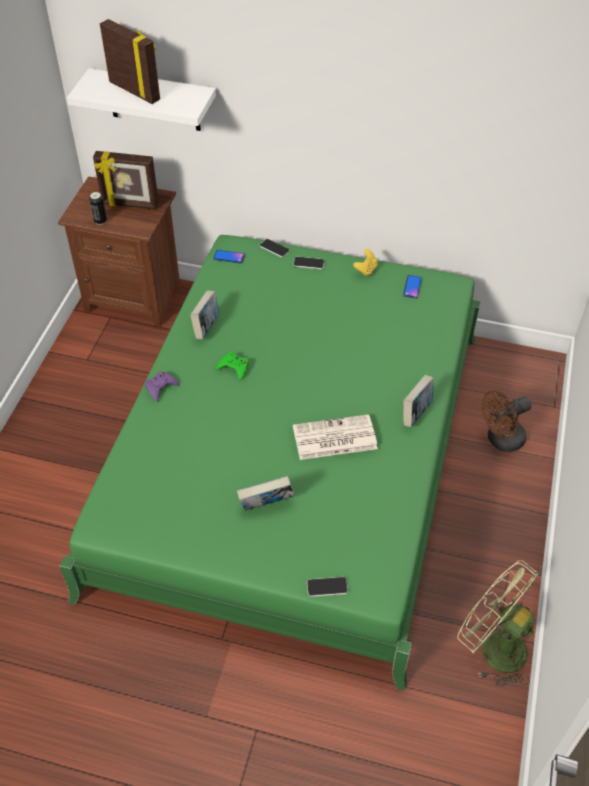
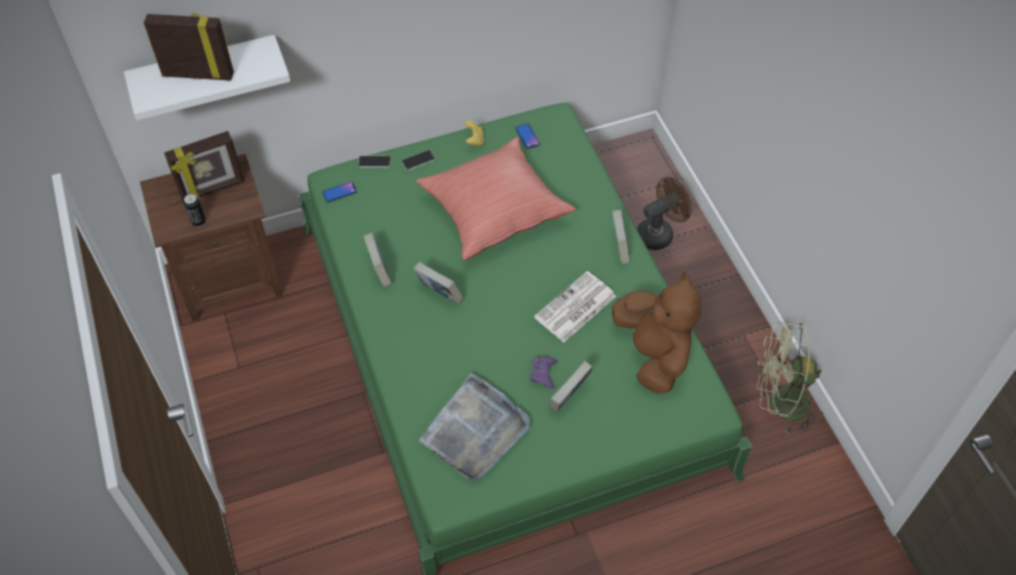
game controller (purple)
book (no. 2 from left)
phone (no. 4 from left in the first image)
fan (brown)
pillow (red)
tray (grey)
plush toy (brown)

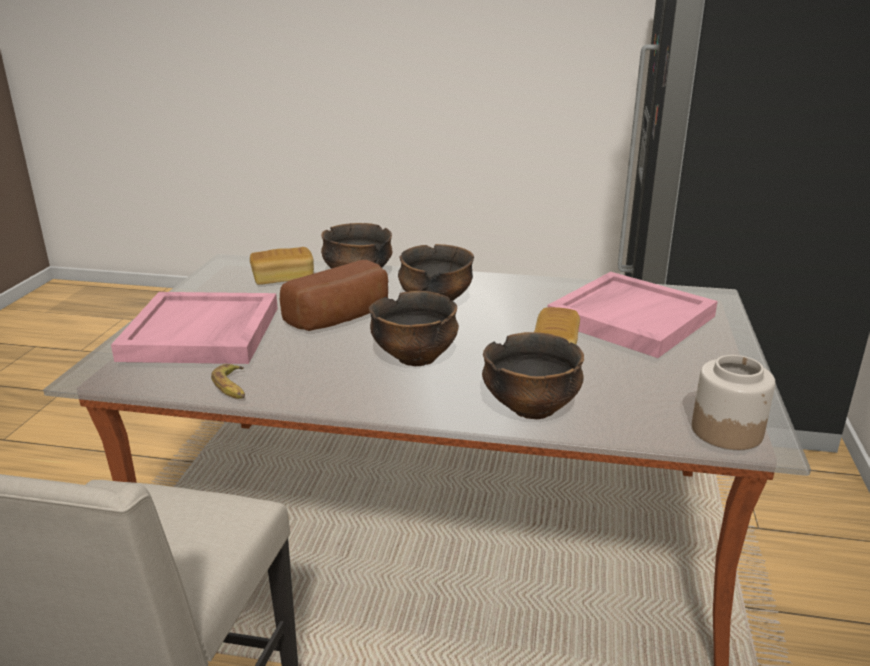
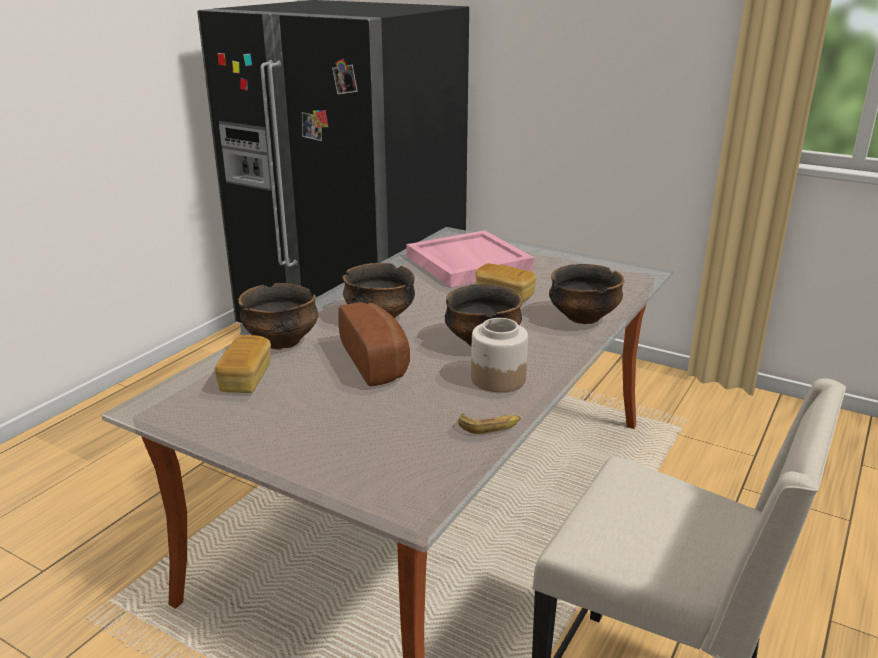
tray (pink) (no. 1 from left in the first image)
jar

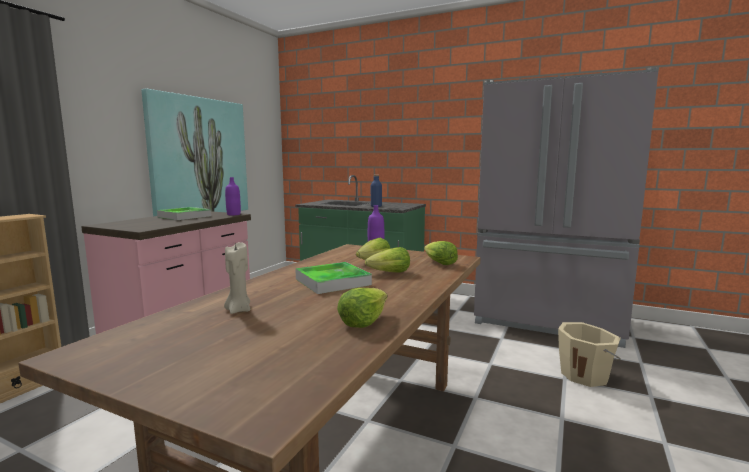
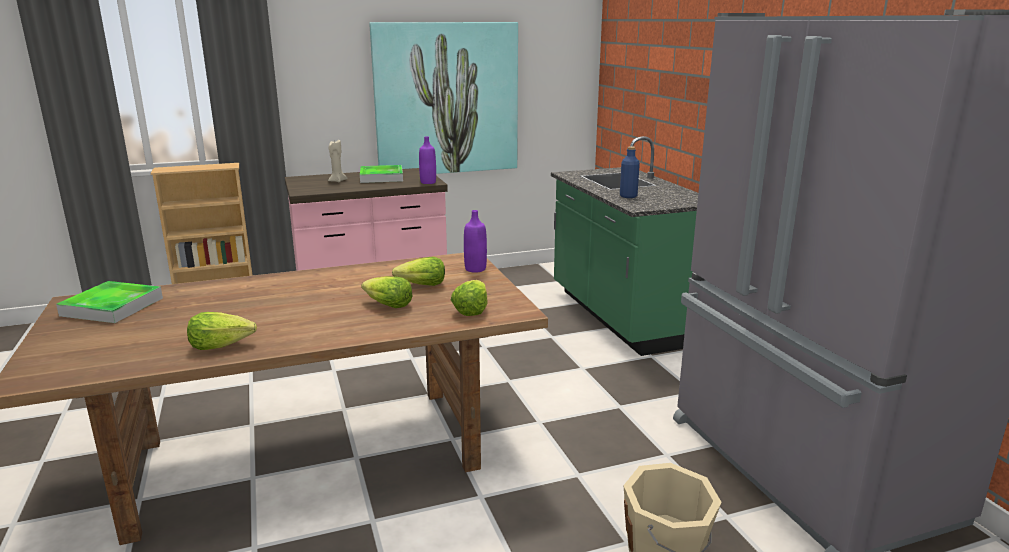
candle (beige)
tray (no. 1 from left)

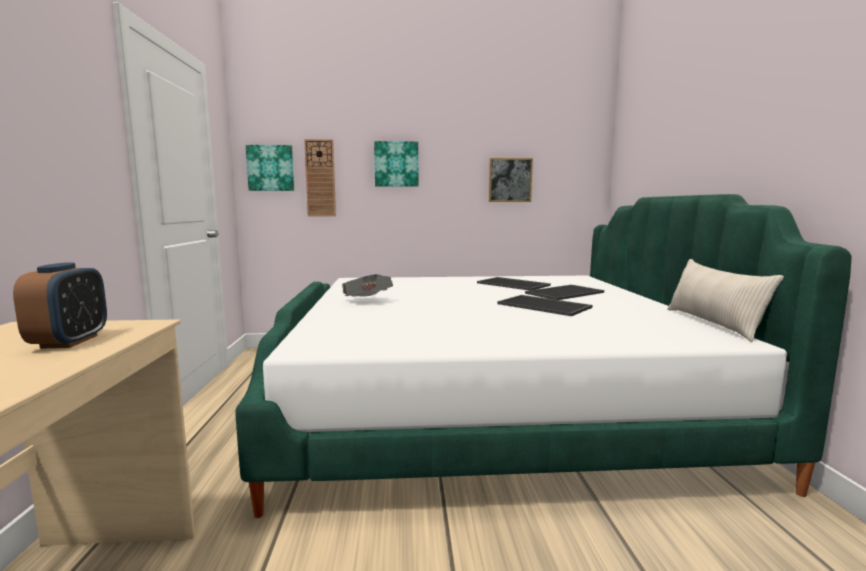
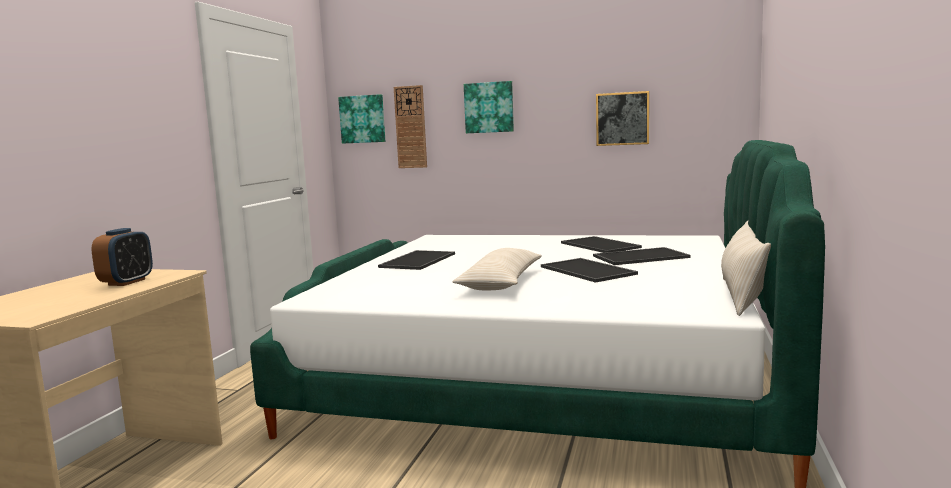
tray (no. 1 from left)
pillow (beige) (no. 1 from left)

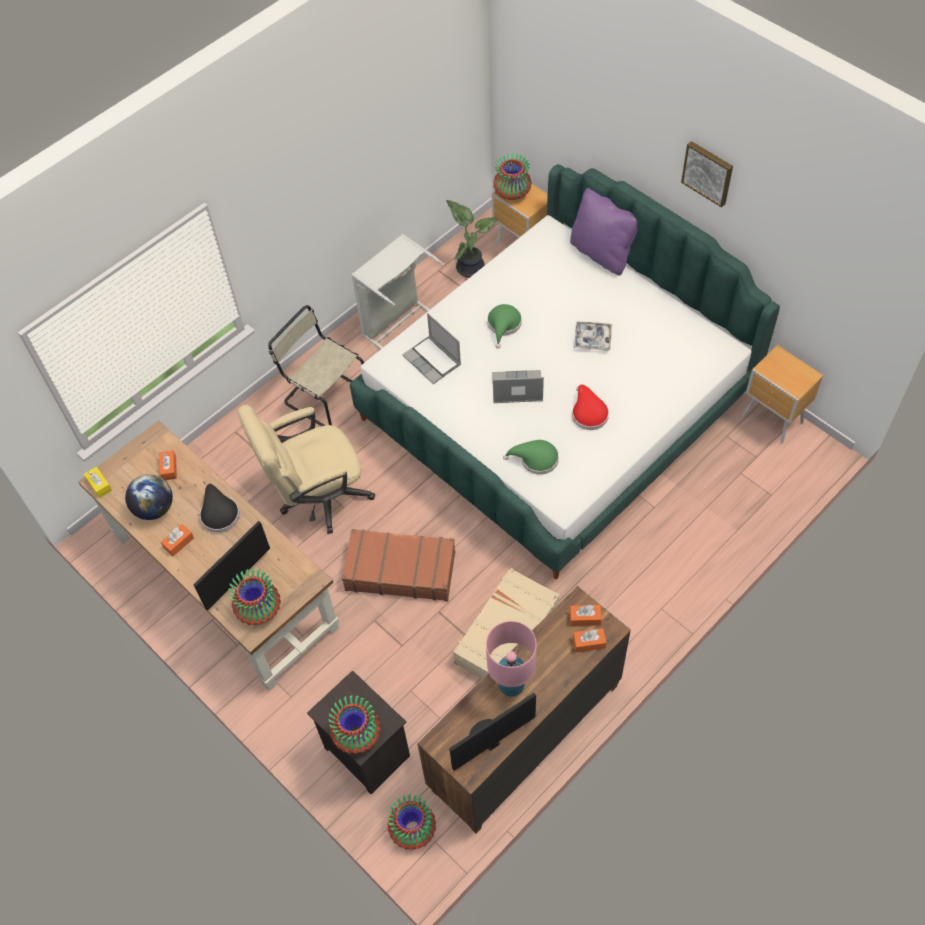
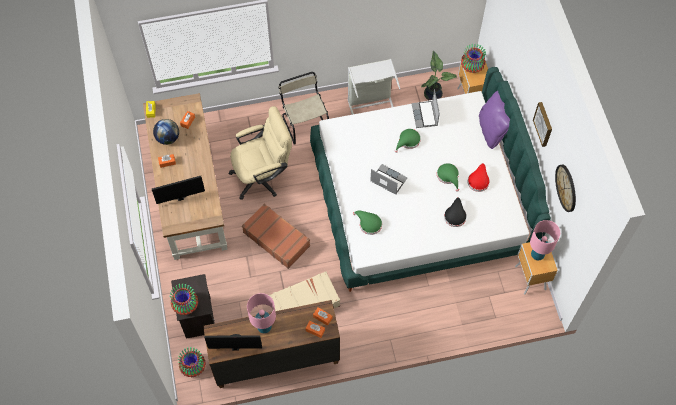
hat (black)
vase (no. 1 from left in the first image)
office chair (beige)
laptop (no. 2 from left)
hat (red)
hat (green) (no. 3 from left)
table lamp (pink) (no. 2 from left)
wall clock

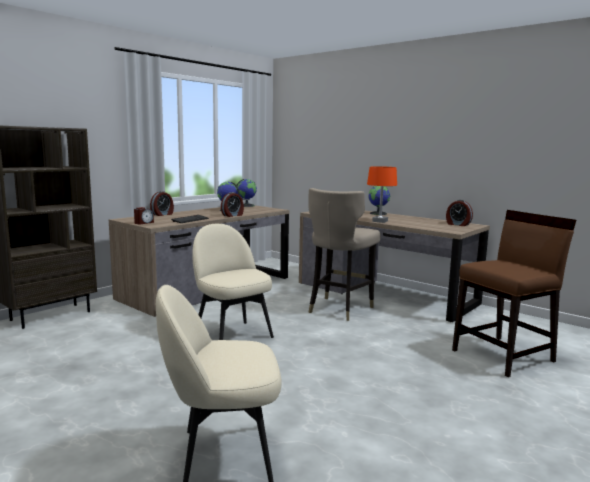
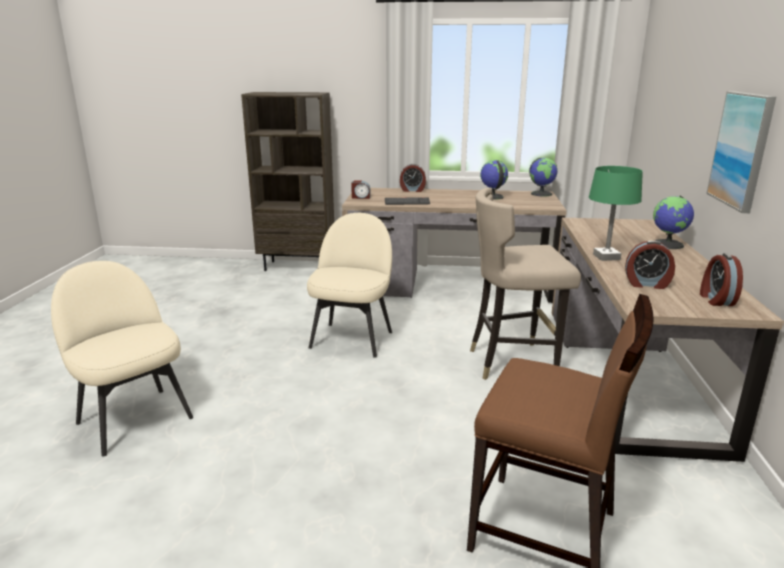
alarm clock (no. 3 from left)
table lamp (green)
picture

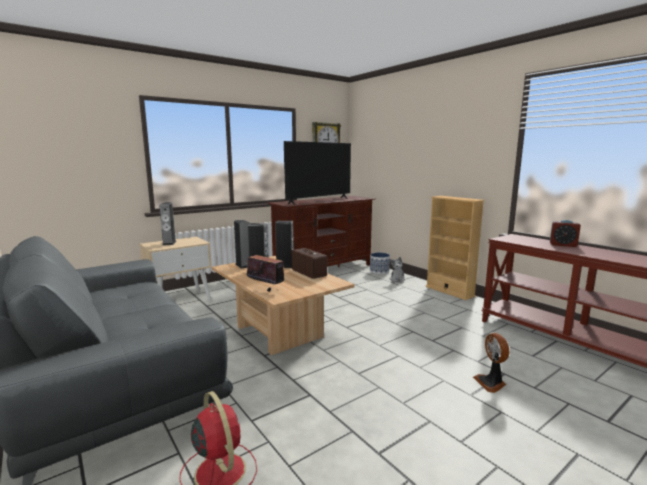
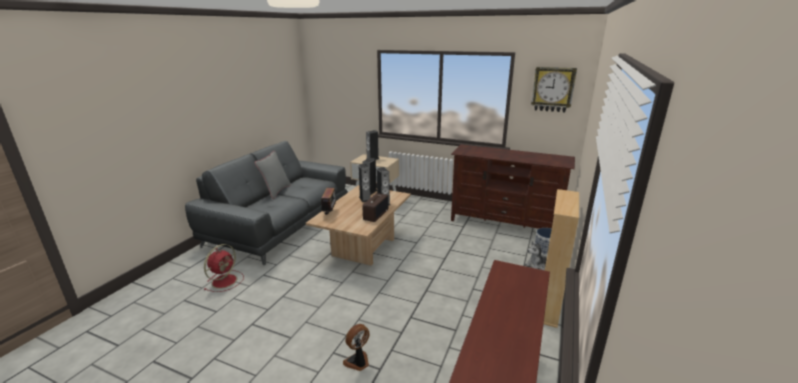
television
alarm clock
pillow (grey)

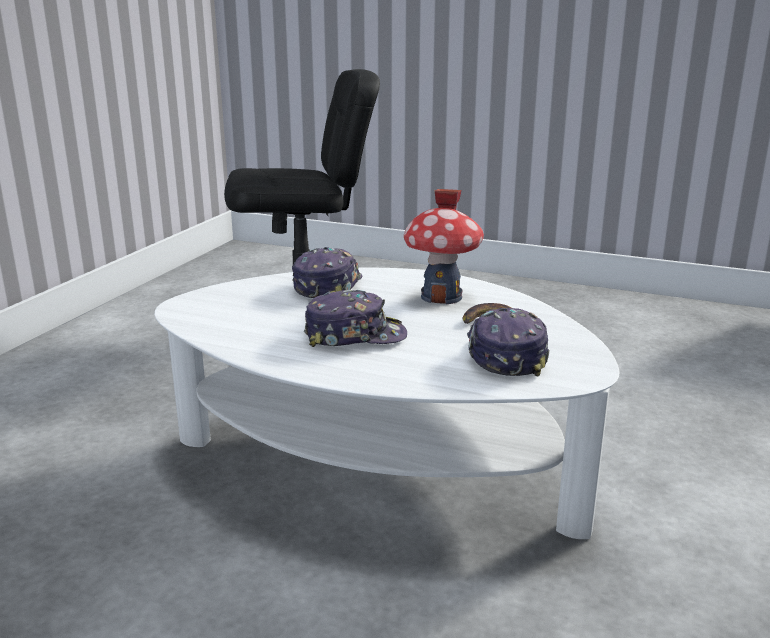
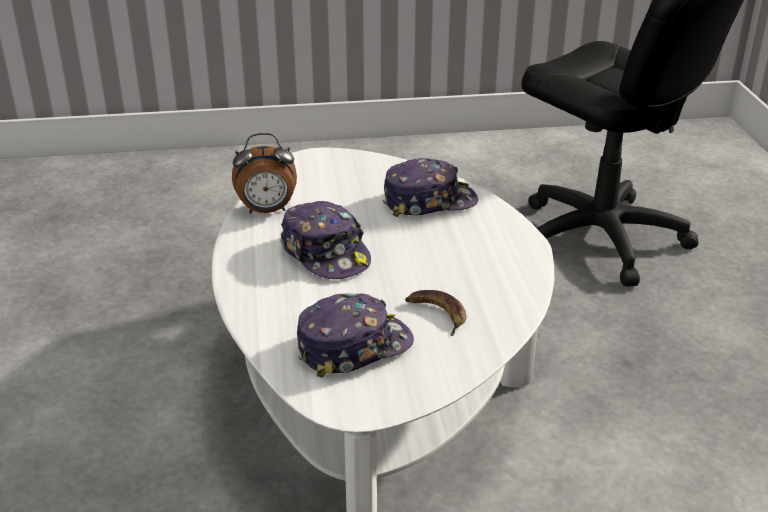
toy house
alarm clock

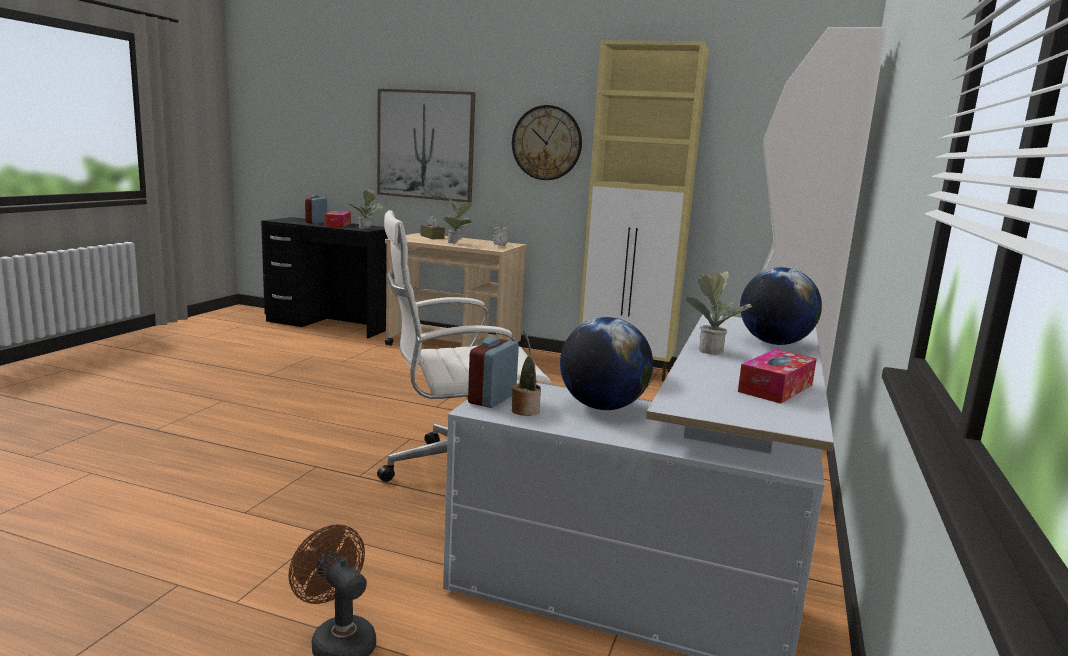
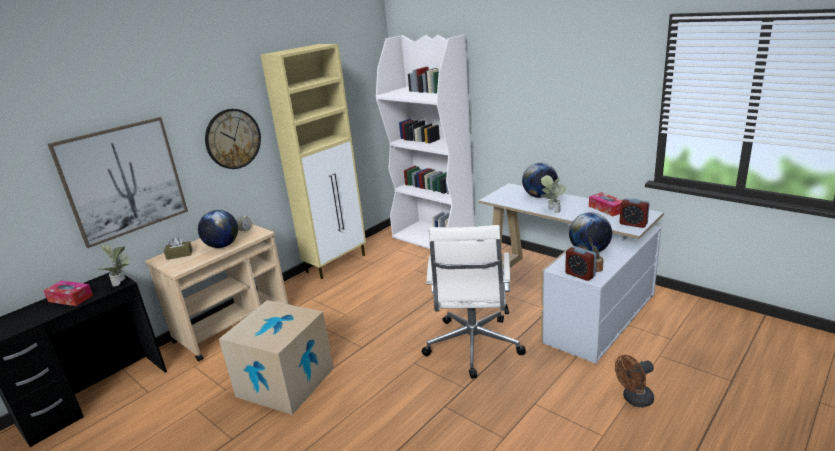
alarm clock (no. 3 from left)
globe (no. 1 from left)
cardboard box

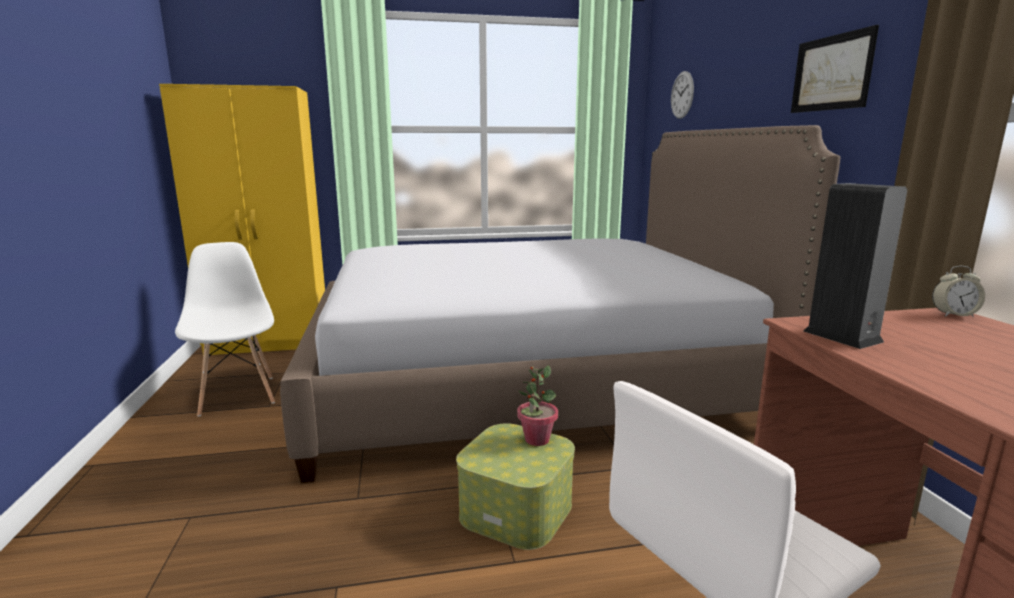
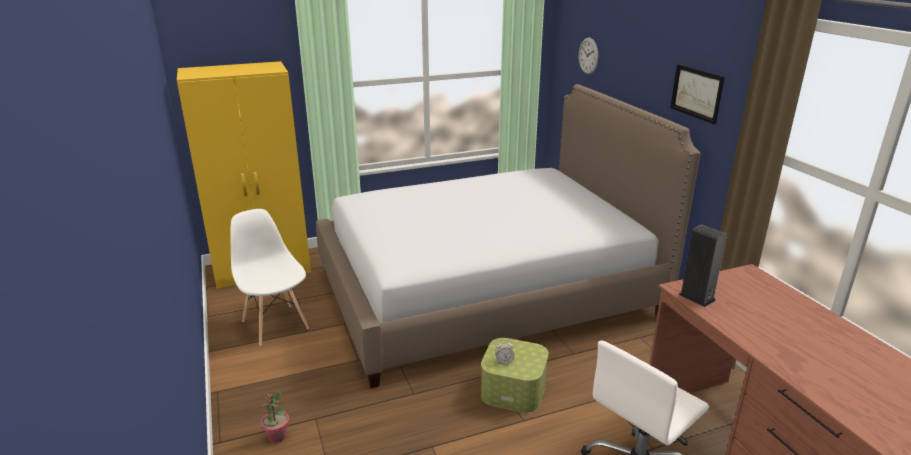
potted plant
alarm clock

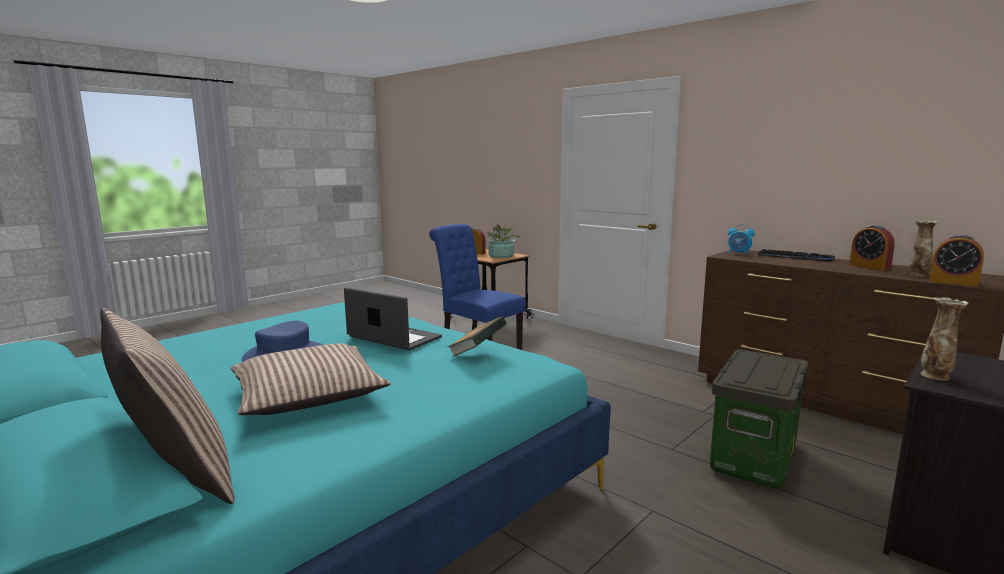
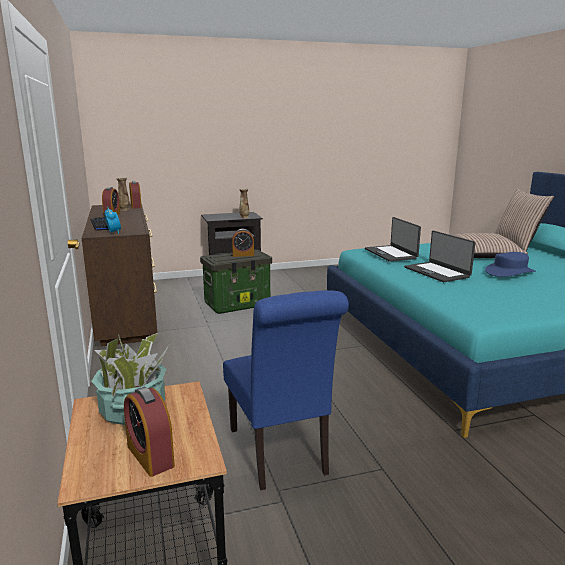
laptop (no. 1 from left)
alarm clock (no. 5 from left)

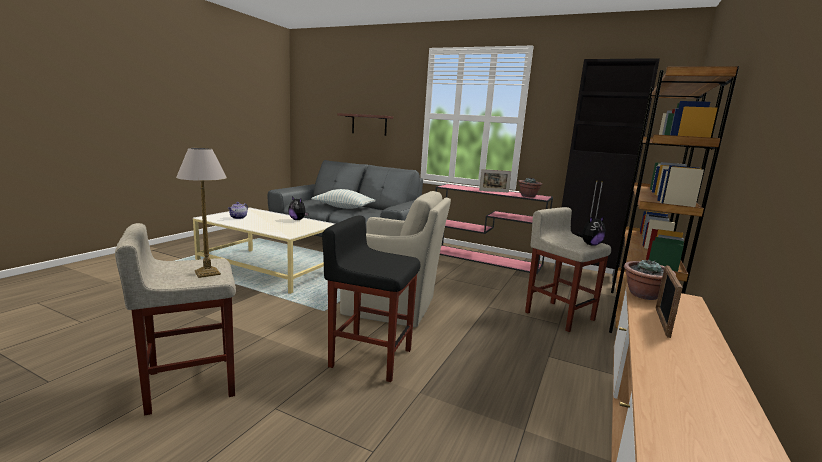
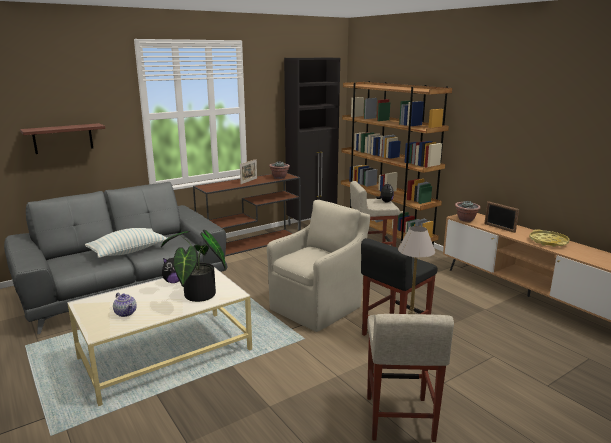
console table (brown)
potted plant (no. 1 from left)
tray (yellow)

